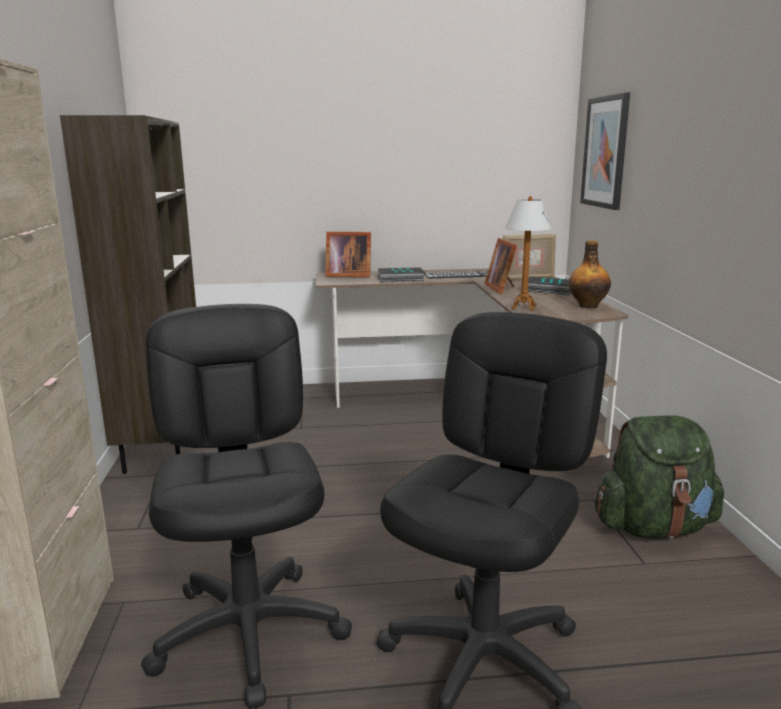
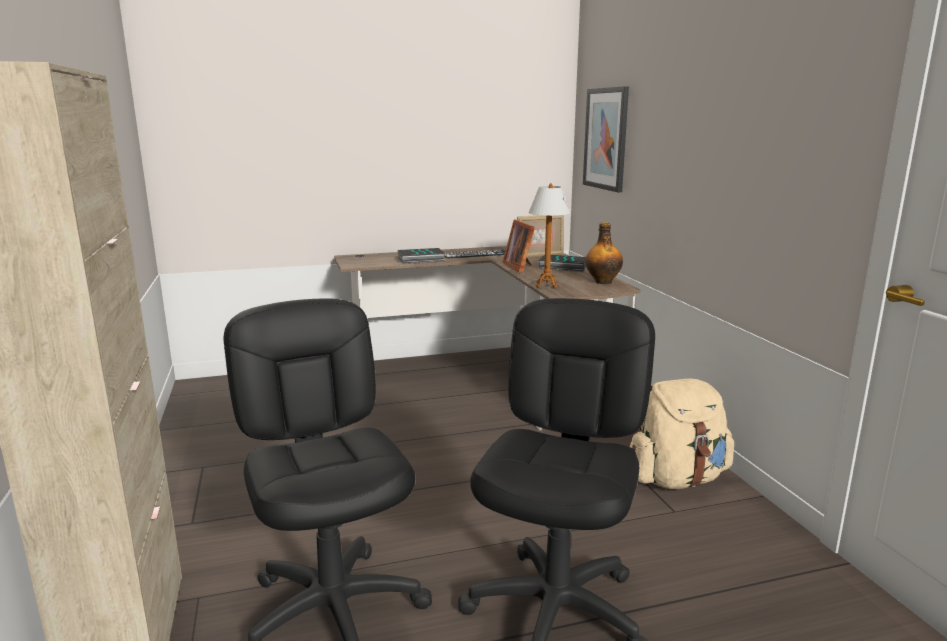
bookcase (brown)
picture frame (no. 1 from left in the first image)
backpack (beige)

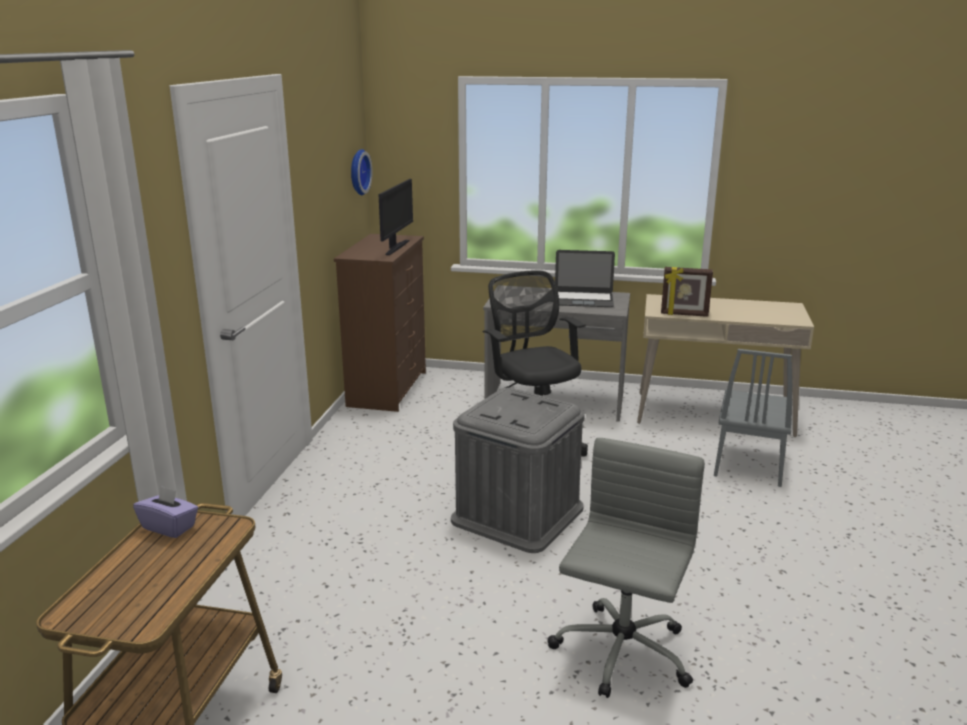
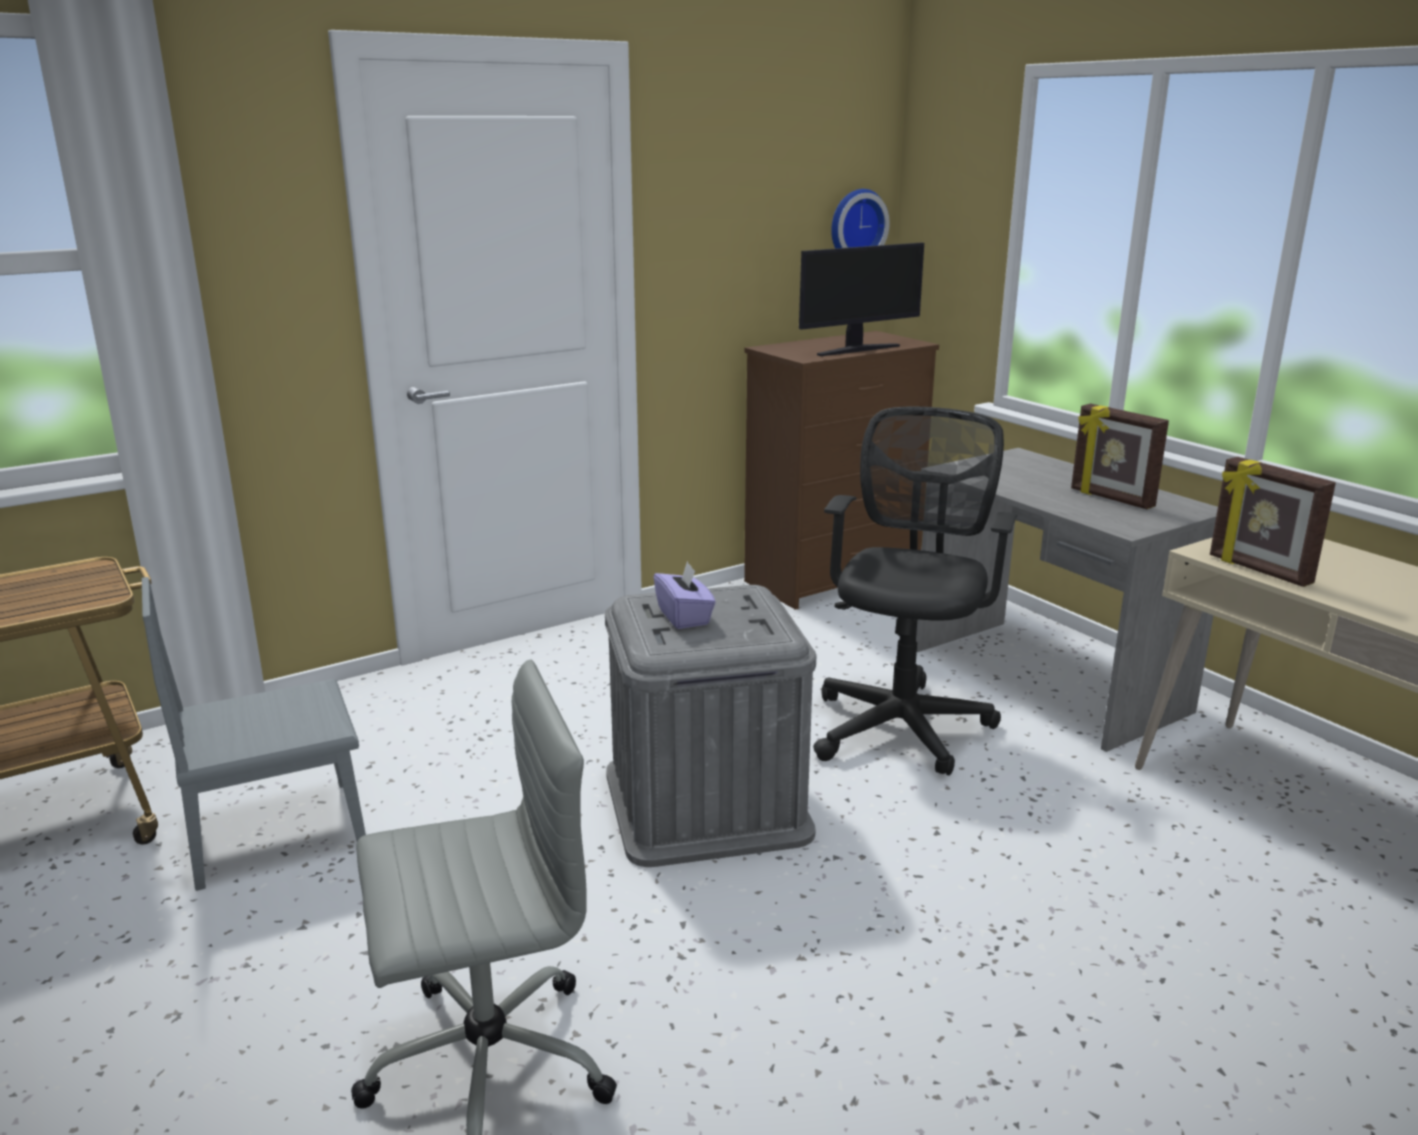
tissue box (purple)
picture frame (no. 1 from left)
chair (grey)

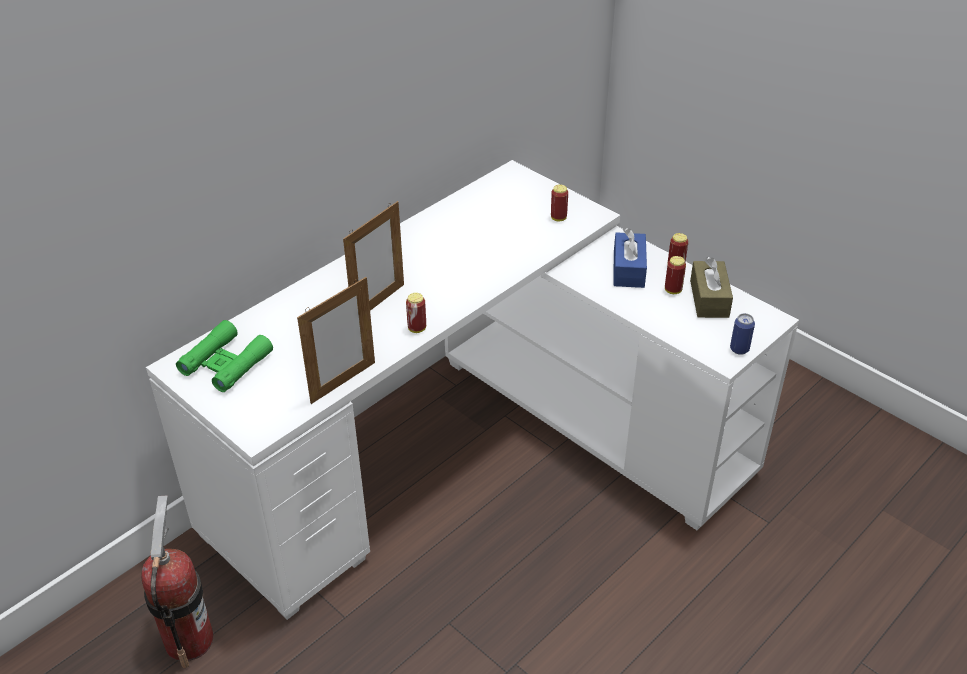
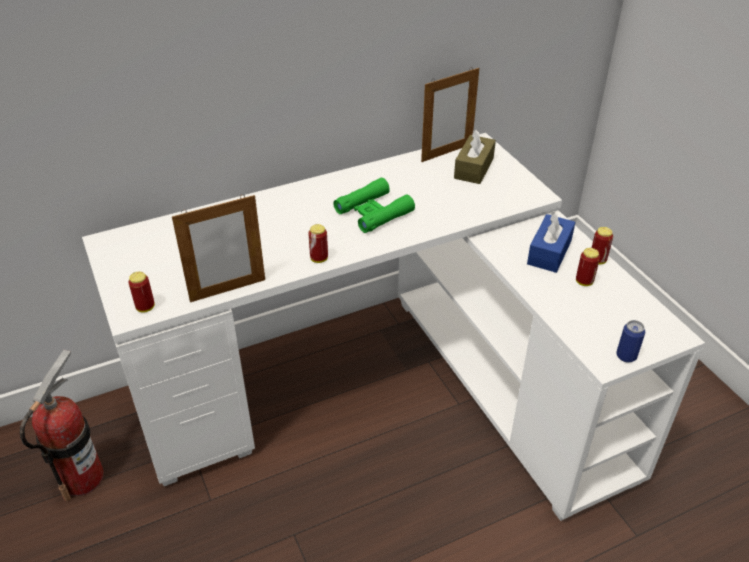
binoculars (green)
picture frame (no. 2 from left)
can (no. 1 from left)
tissue box (brown)

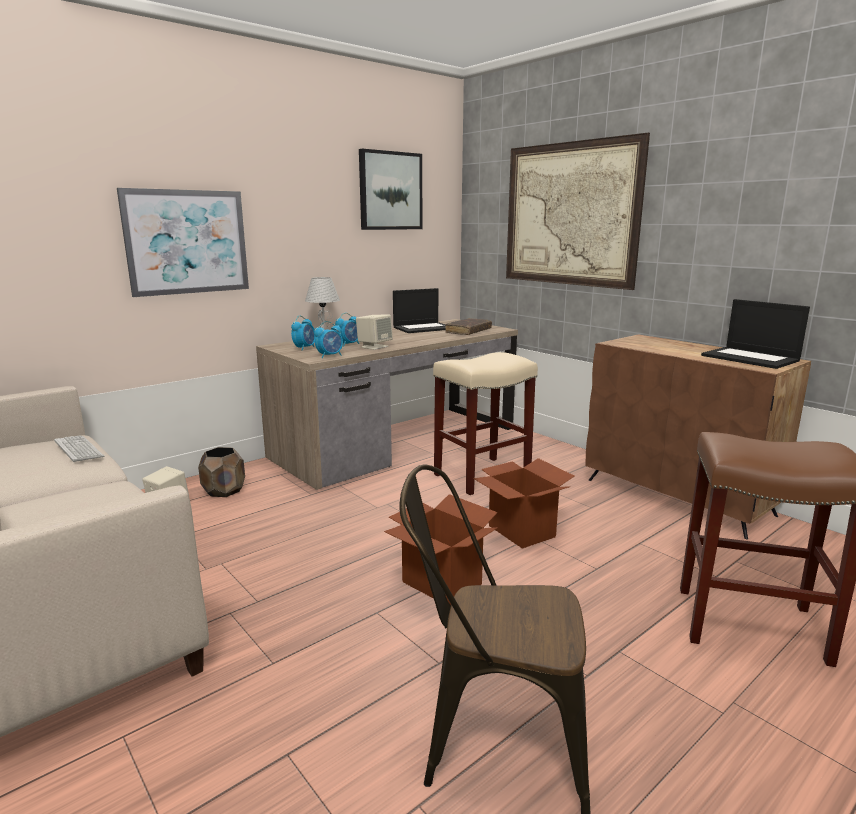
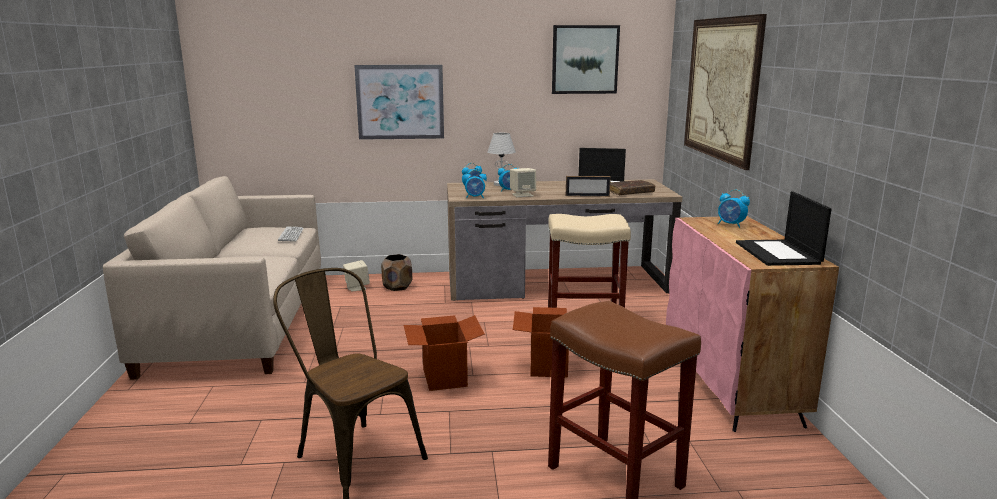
cabinet (pink)
picture frame
alarm clock (no. 4 from left)

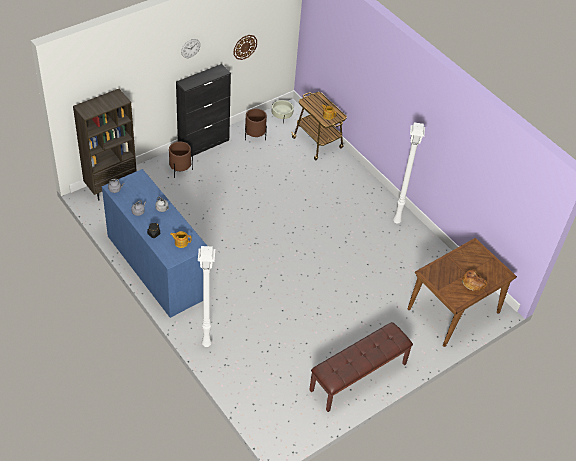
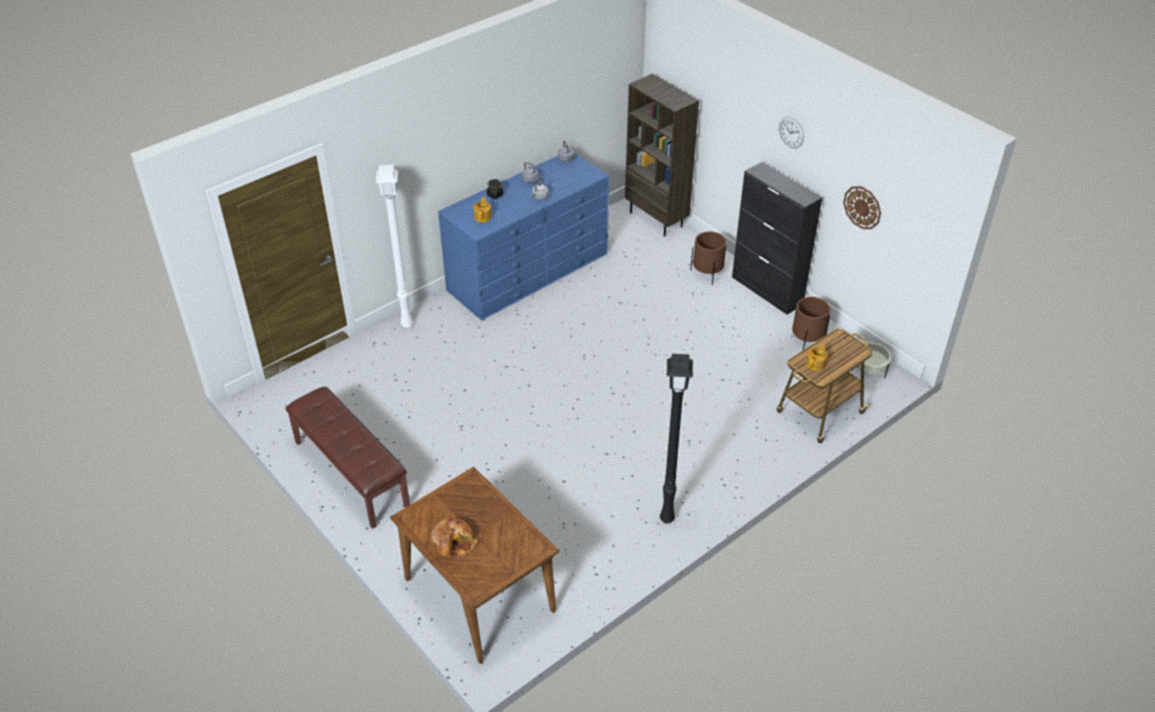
floor lamp (black)

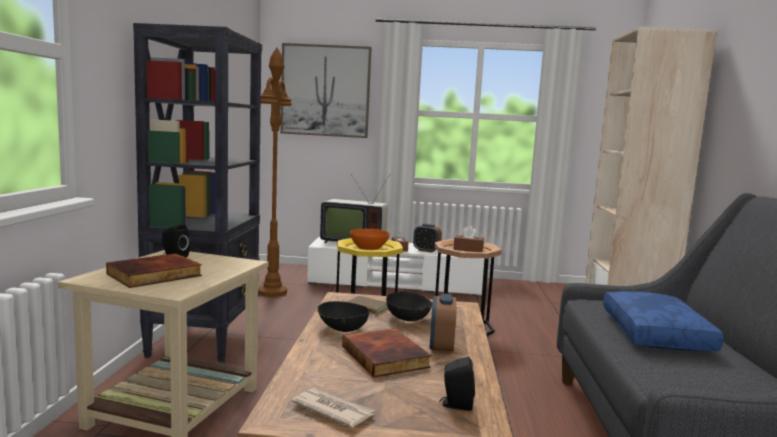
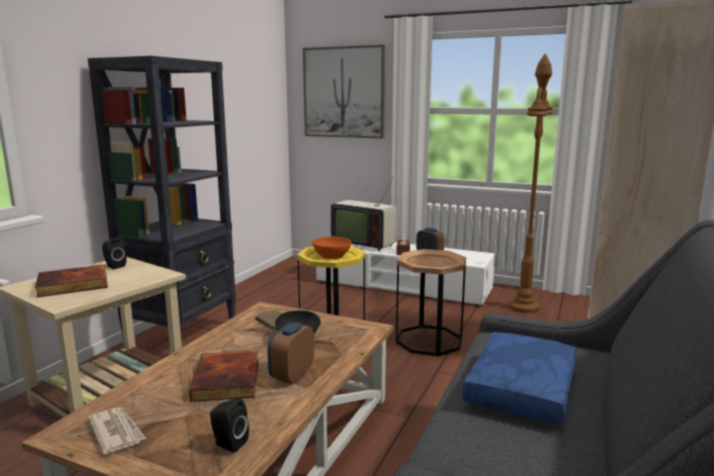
floor lamp (brown)
bowl (black) (no. 1 from left in the first image)
tissue box (brown) (no. 2 from left in the first image)

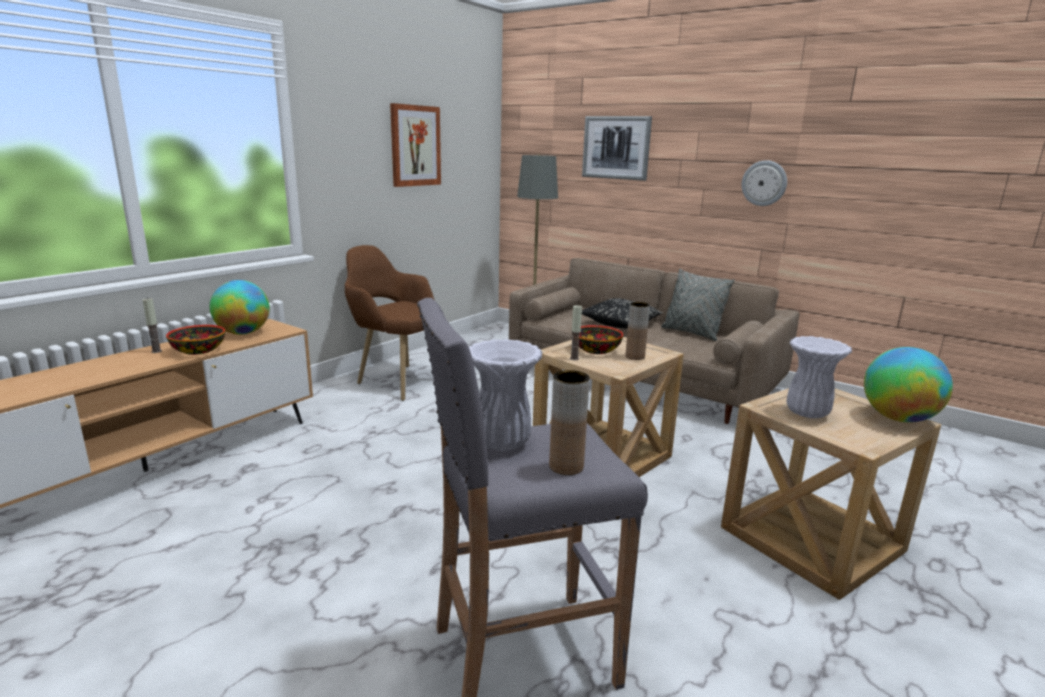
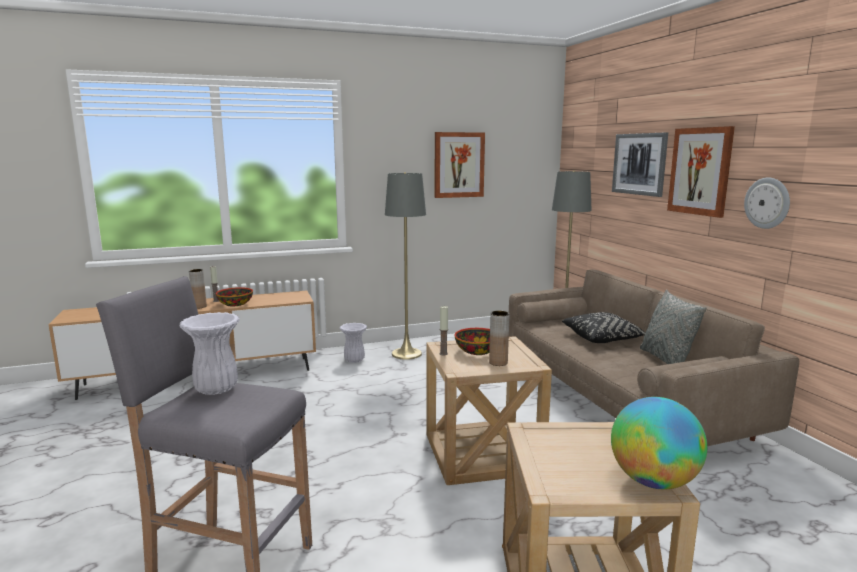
globe (no. 1 from left in the first image)
floor lamp (grey) (no. 1 from left)
vase (brown) (no. 1 from left)
vase (white) (no. 2 from left)
picture (no. 3 from left)

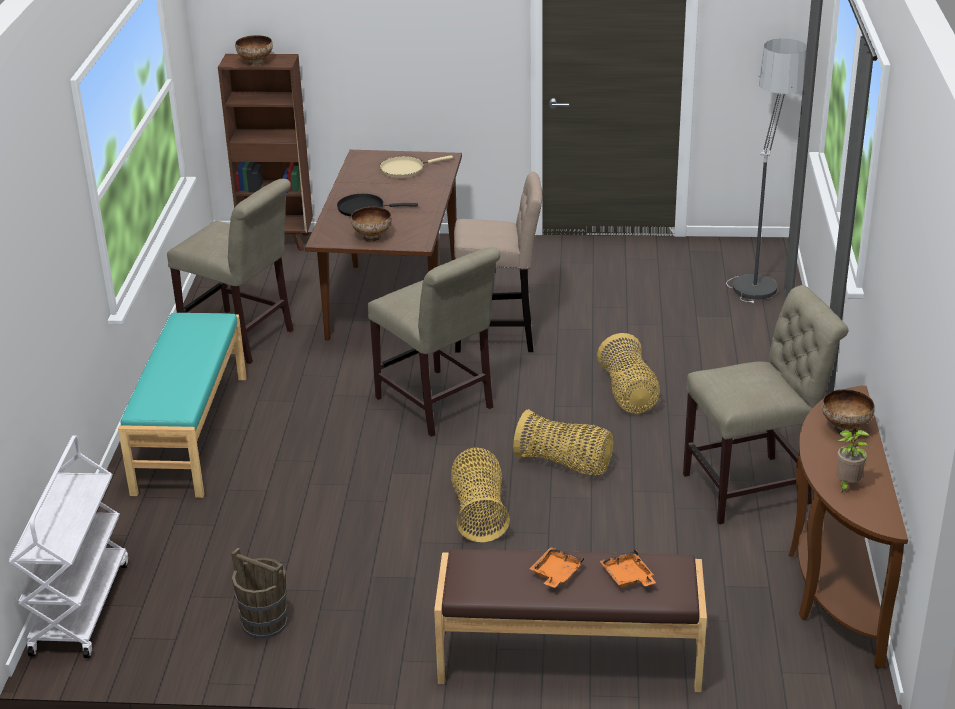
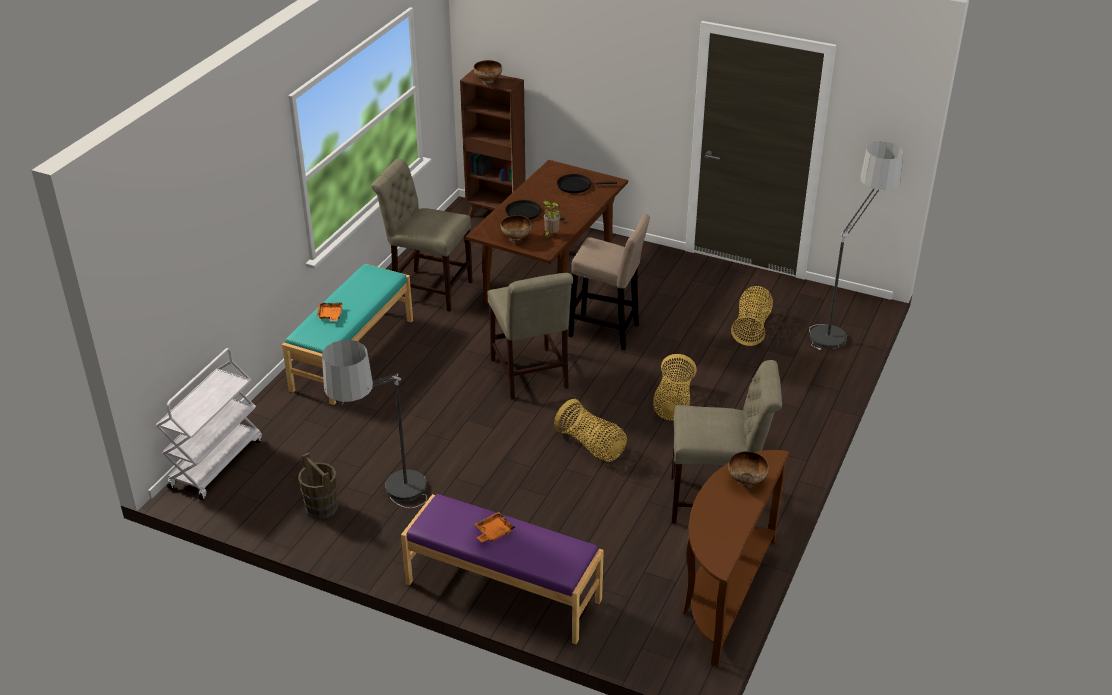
chair (beige) (no. 1 from left)
frying pan (black) (no. 2 from left)
bench (purple)
basket (no. 3 from left)
tray (orange) (no. 1 from left)
potted plant
floor lamp (no. 1 from left)

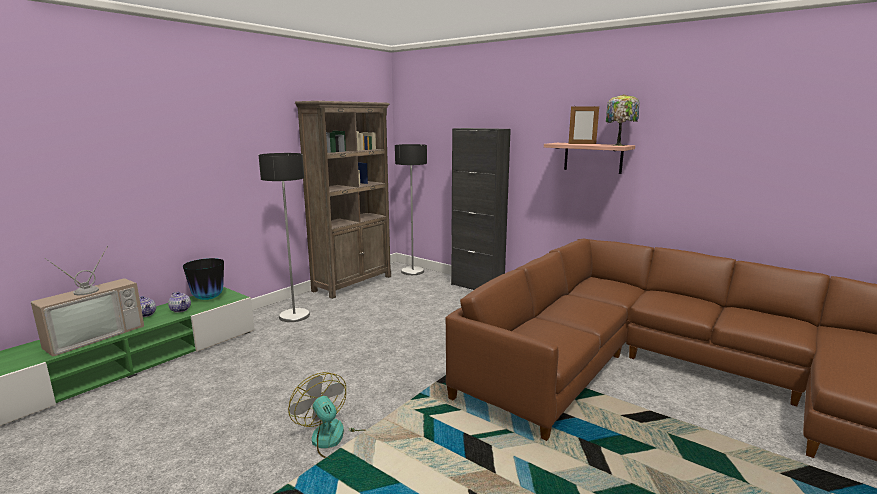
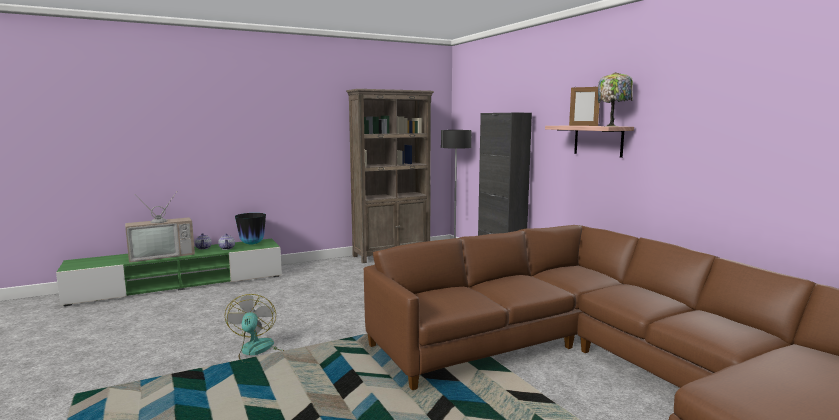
floor lamp (no. 1 from left in the first image)

